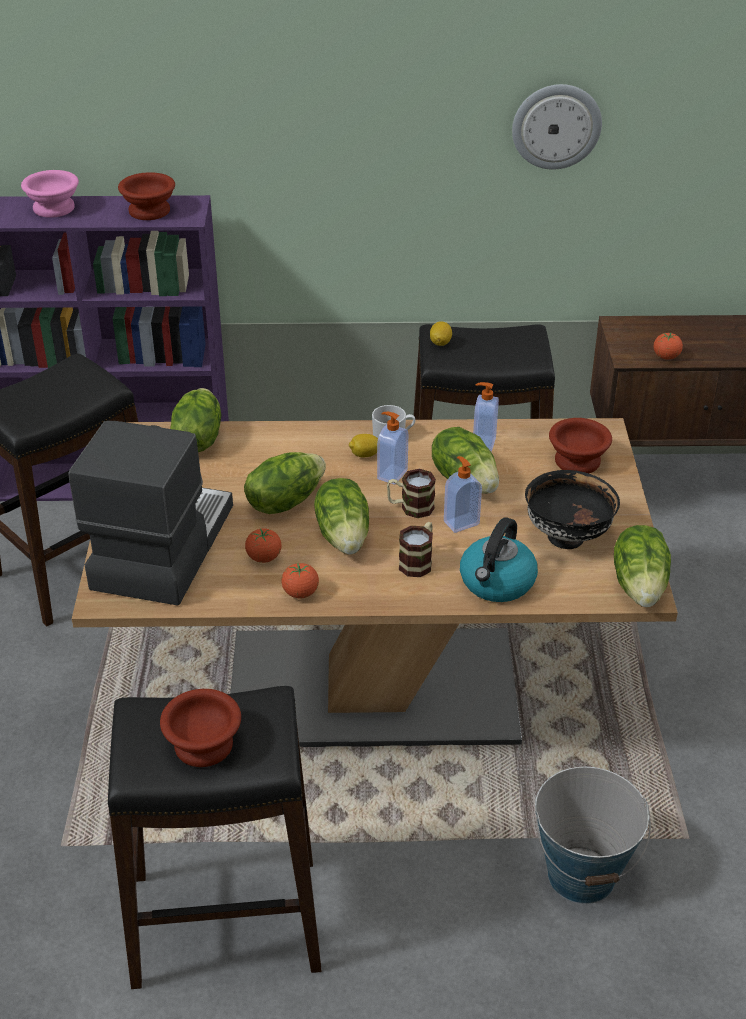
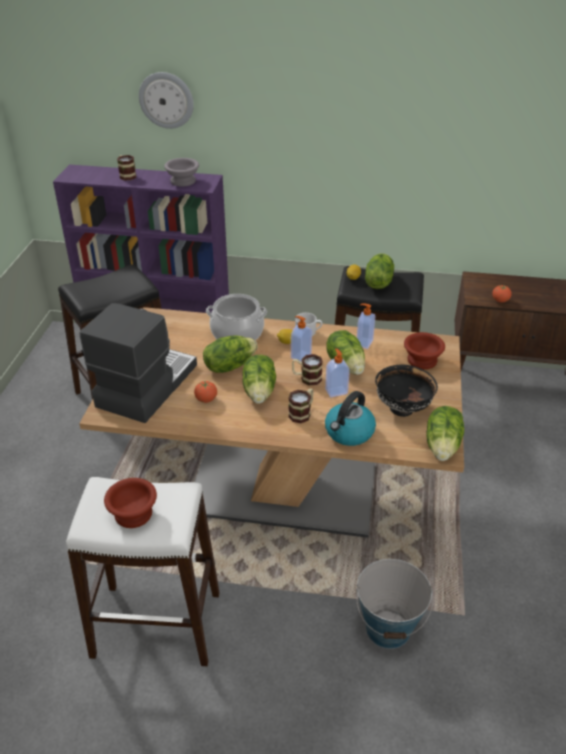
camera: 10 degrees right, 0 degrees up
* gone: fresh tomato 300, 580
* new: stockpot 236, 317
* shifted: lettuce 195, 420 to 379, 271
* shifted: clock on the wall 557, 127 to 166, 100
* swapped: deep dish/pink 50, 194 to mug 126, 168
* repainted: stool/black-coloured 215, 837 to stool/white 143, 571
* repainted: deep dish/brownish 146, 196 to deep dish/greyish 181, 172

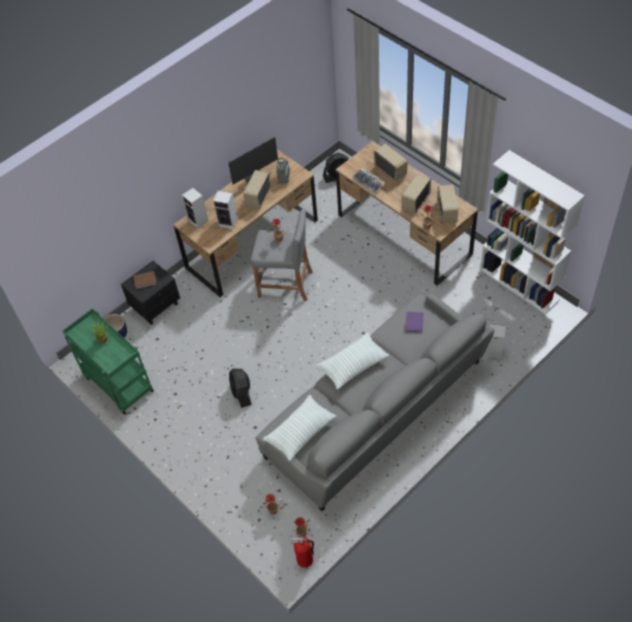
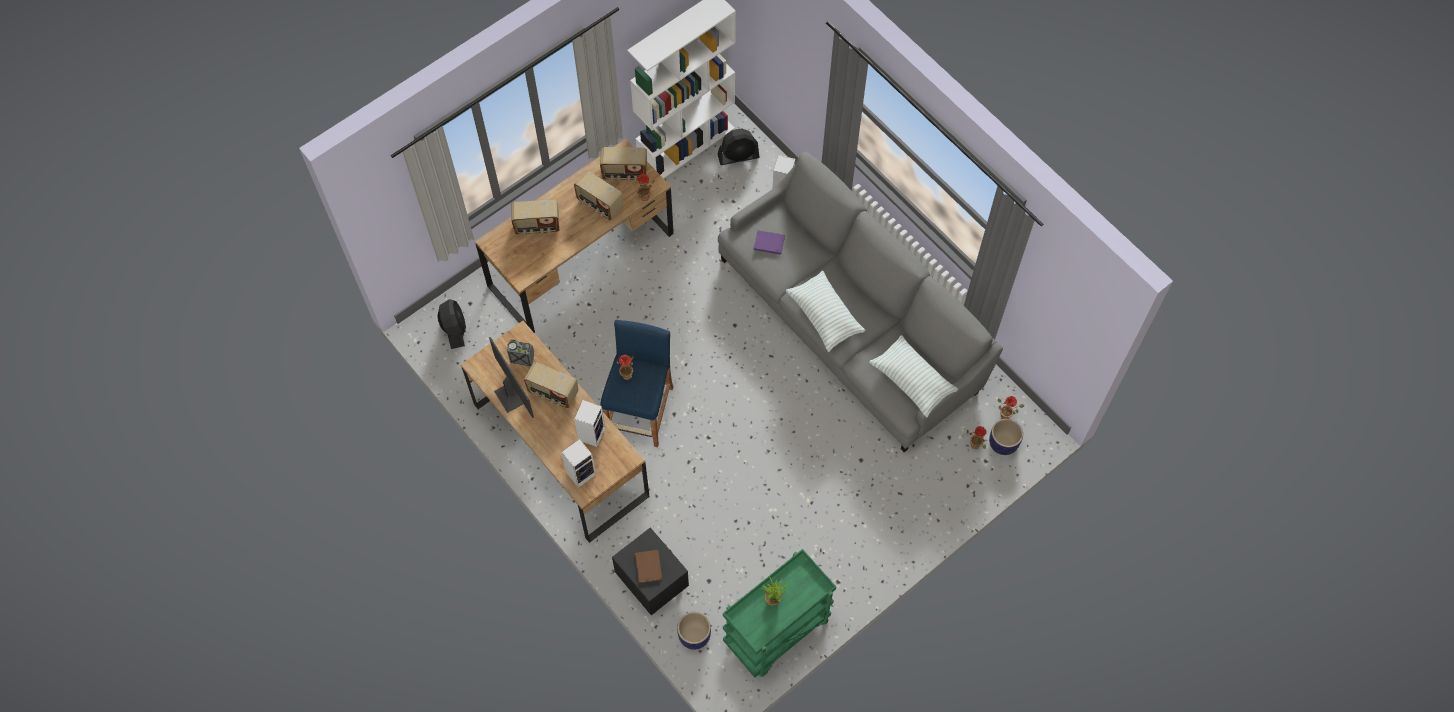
camera: 90 degrees left, 10 degrees up
* gone: fire extinguisher 302, 552
* gone: PC keyboard 369, 180
* new: planter 1006, 437
* shifted: cooling fan/black-coloured 240, 388 to 738, 146
* repainted: stool/greyish 281, 255 to stool/blue-coloured 637, 383
* rotated: radio 391, 162 = 535, 217 150 degrees counterclockwise

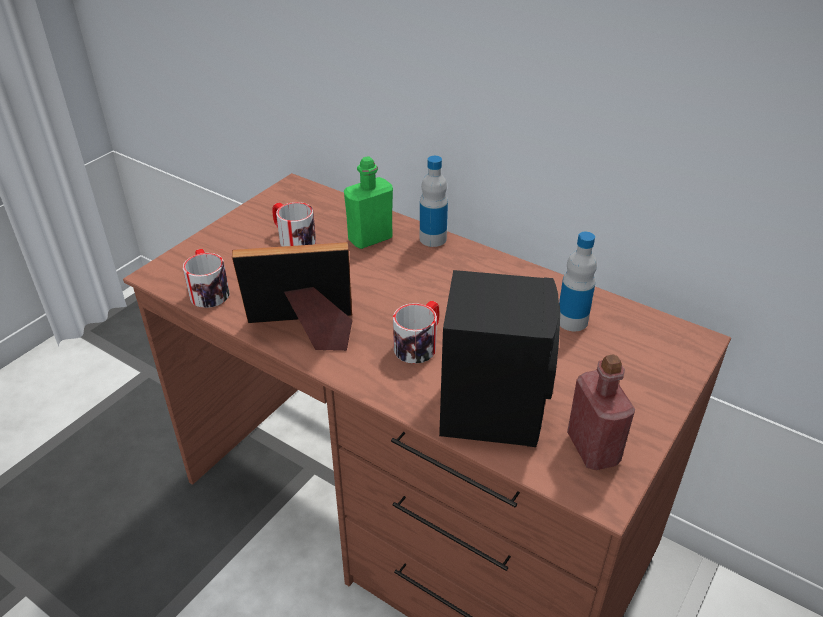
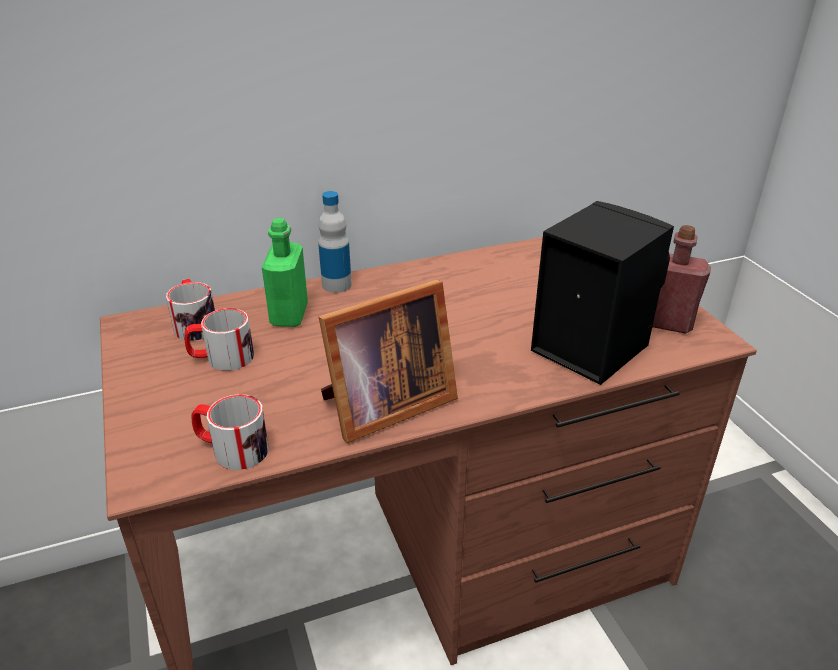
camera: 55 degrees left, 5 degrees down
* gone: beverage bottle 578, 281
* shifted: mug 416, 332 to 190, 310
* rotated: picture frame 292, 296 = 388, 361 150 degrees counterclockwise

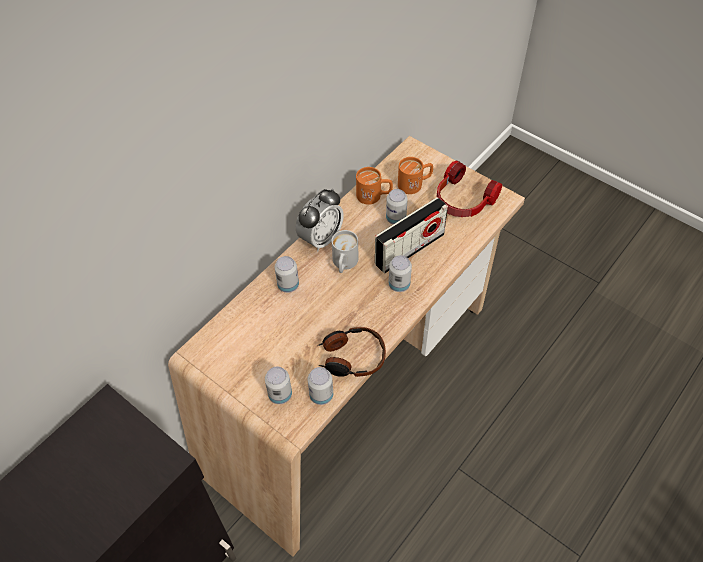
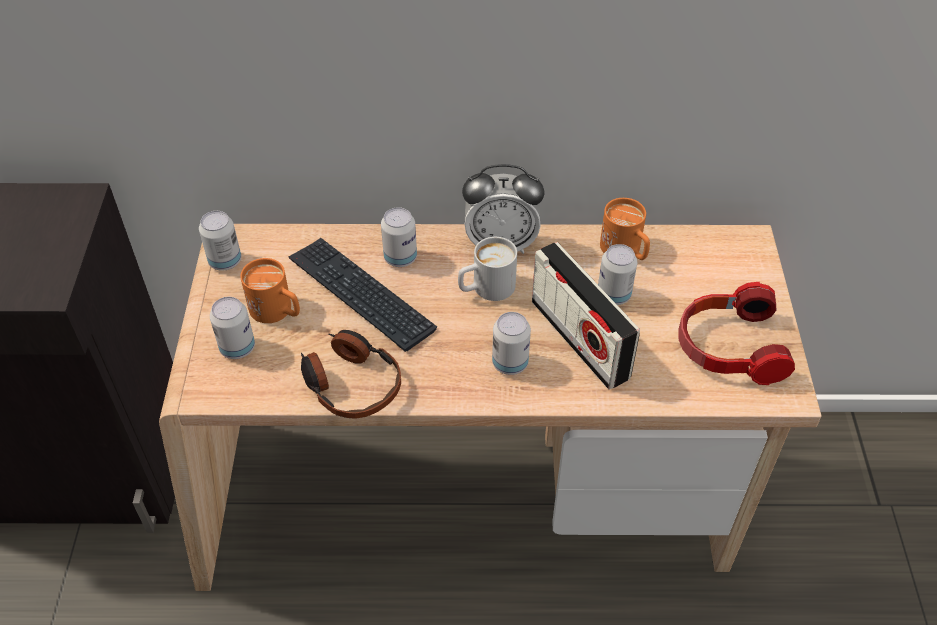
camera: 50 degrees right, 5 degrees down
* new: PC keyboard 363, 295
* shifted: sealed can 320, 386 to 220, 241
* shifted: mug/orangey 415, 175 to 270, 290
* rotated: radio 411, 235 = 586, 316 45 degrees clockwise

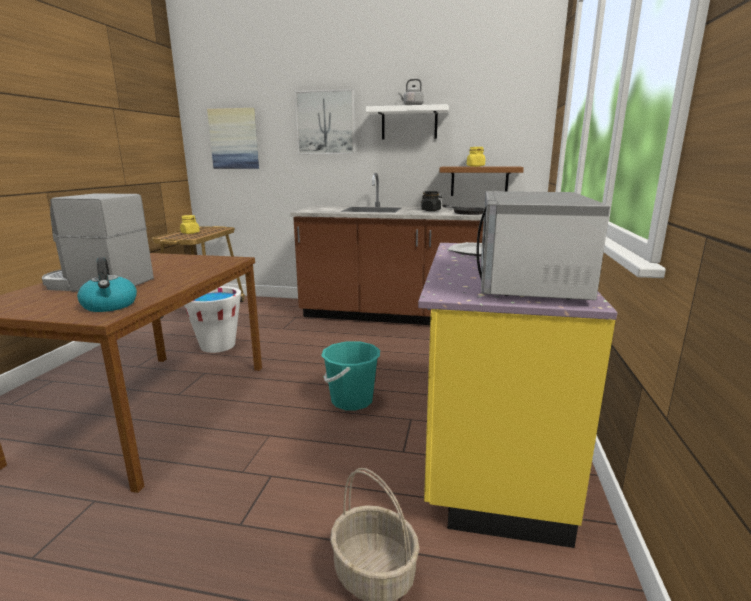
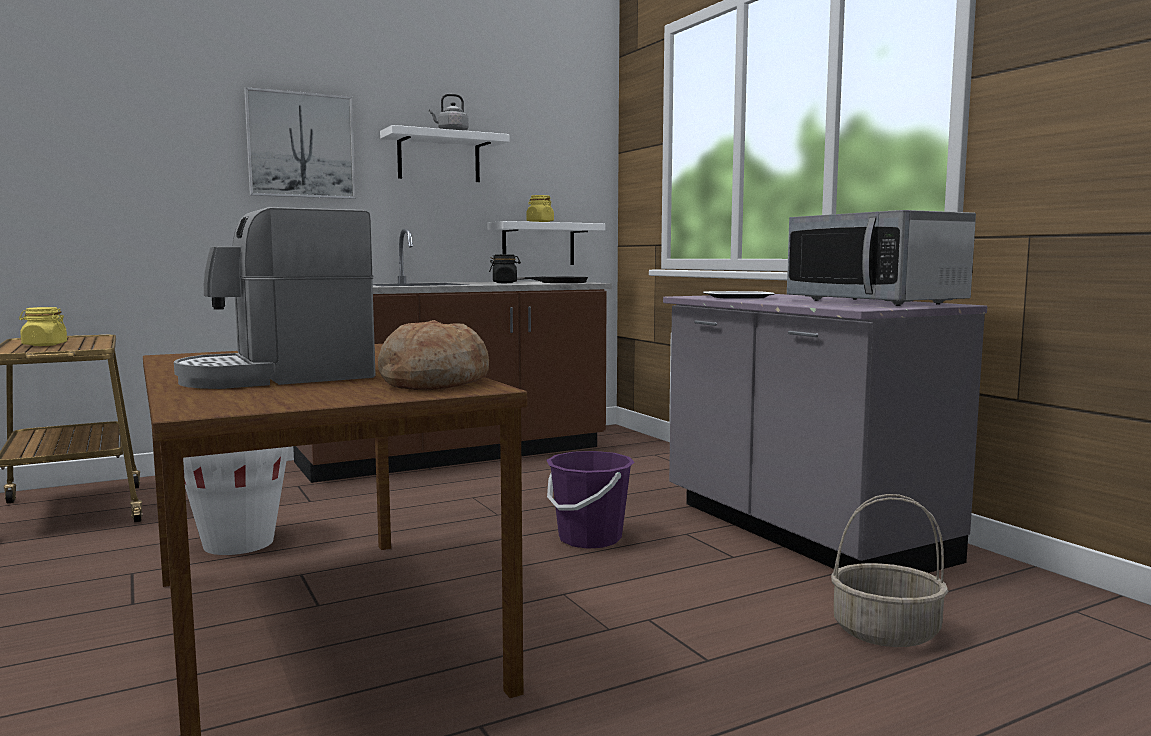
camera: 40 degrees left, 10 degrees down
* gone: picture 233, 138
* swapped: tea kettle 107, 284 to bread 433, 355
* repainted: water bucket/turquoise-coloured 350, 375 to water bucket/purple 591, 500
* repainted: counter/yellow-coloured 517, 395 to counter/greyish 825, 433
* repainted: shelf/brownish 481, 181 to shelf/white 546, 243

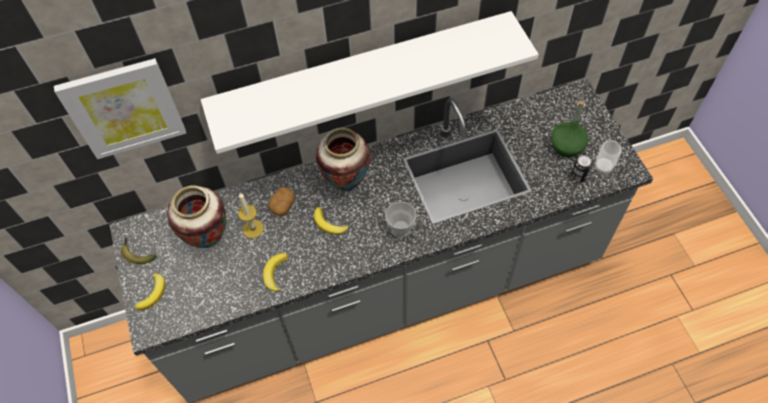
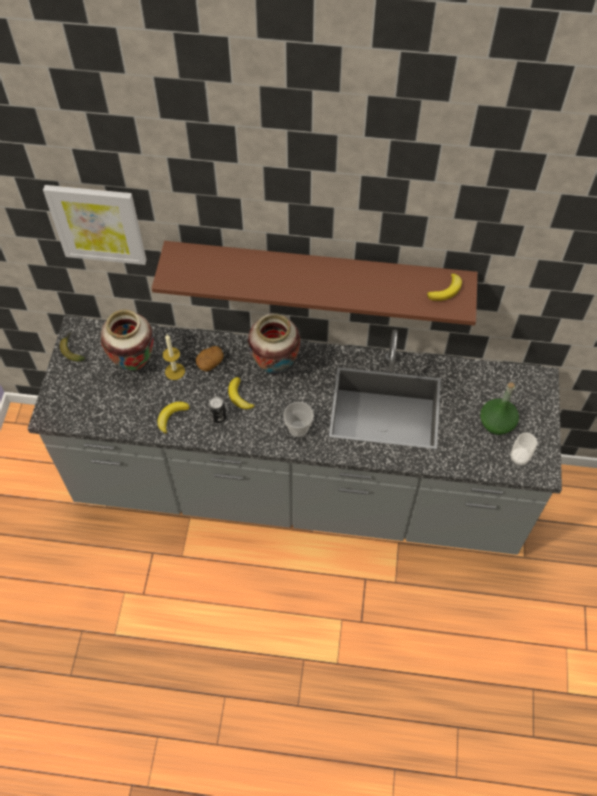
camera: 25 degrees right, 0 degrees up
* shifted: whole banana 150, 292 to 444, 287
* shifted: sealed can 581, 168 to 217, 409
* repainted: shelf/white 370, 82 to shelf/brownish 315, 283

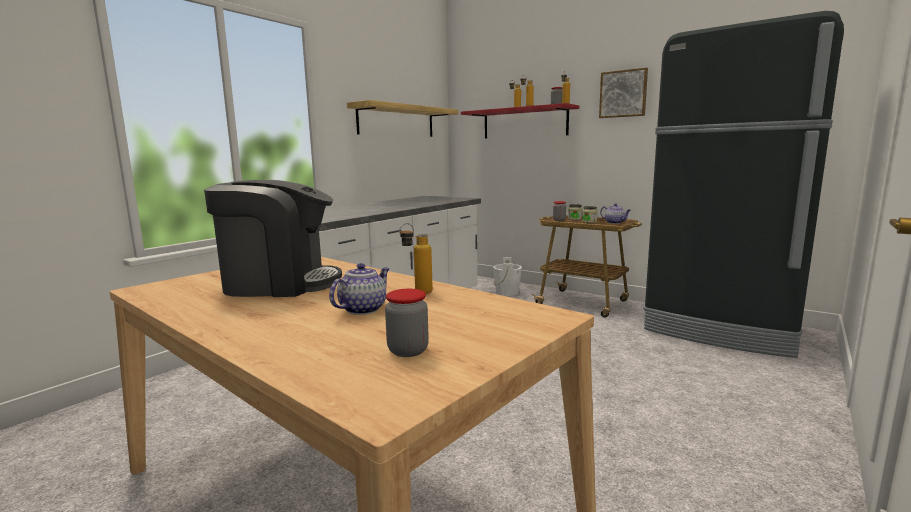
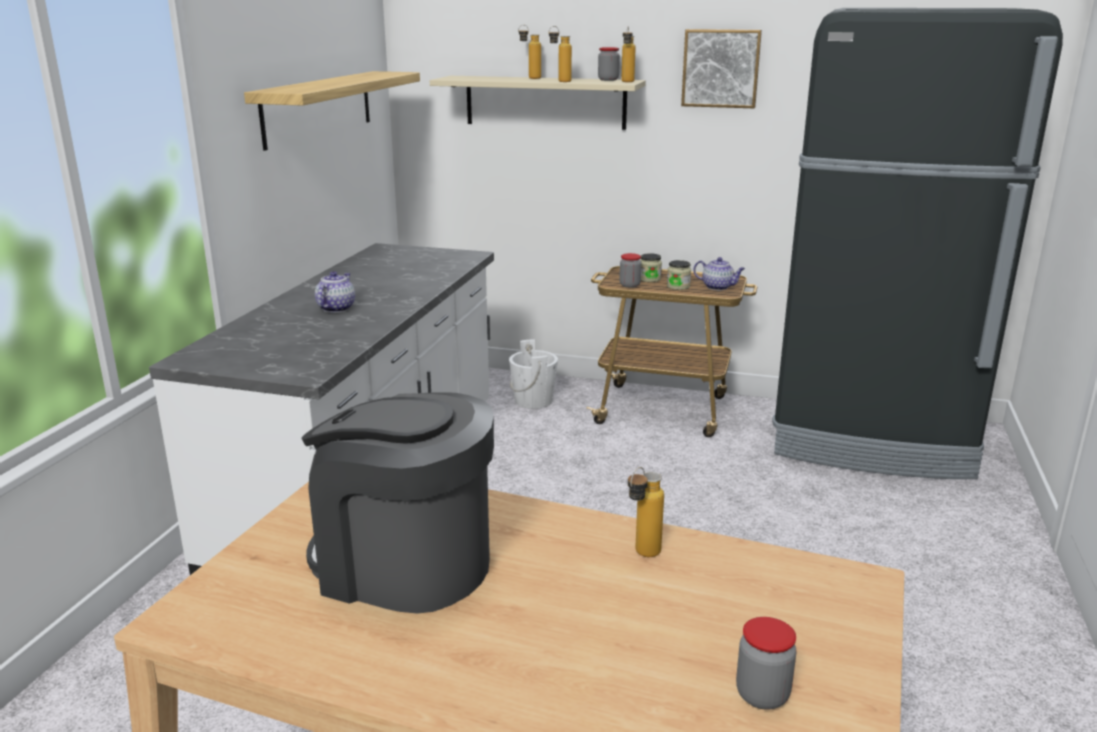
camera: 20 degrees left, 10 degrees up
* shifted: pot for tea 359, 289 to 335, 292
* repainted: shelf/red 520, 121 to shelf/beige-coloured 538, 103
* rotated: coffee machine 273, 238 = 397, 503 135 degrees counterclockwise

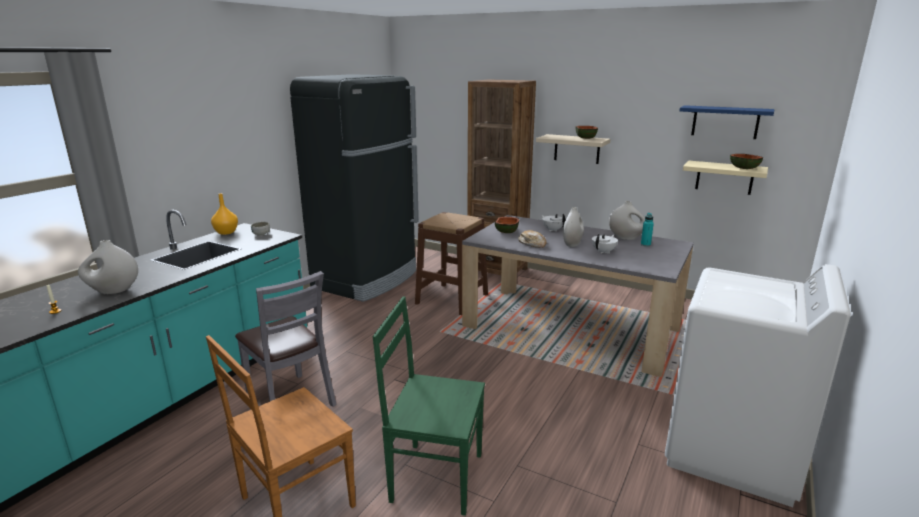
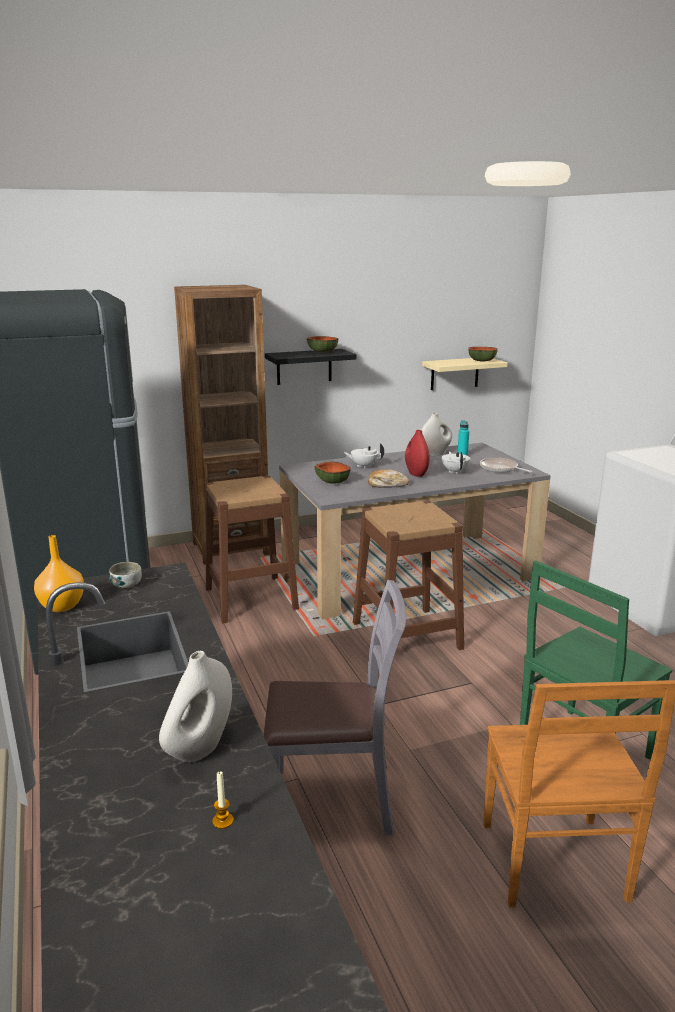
camera: 50 degrees left, 0 degrees up
* gone: shelf/blue-coloured 727, 122
* new: stool/brownish 408, 575
* new: frying pan 506, 465
* repainted: shelf/beige-coloured 573, 149 to shelf/black-coloured 310, 367
* repainted: vase/white 573, 227 to vase/red 417, 453

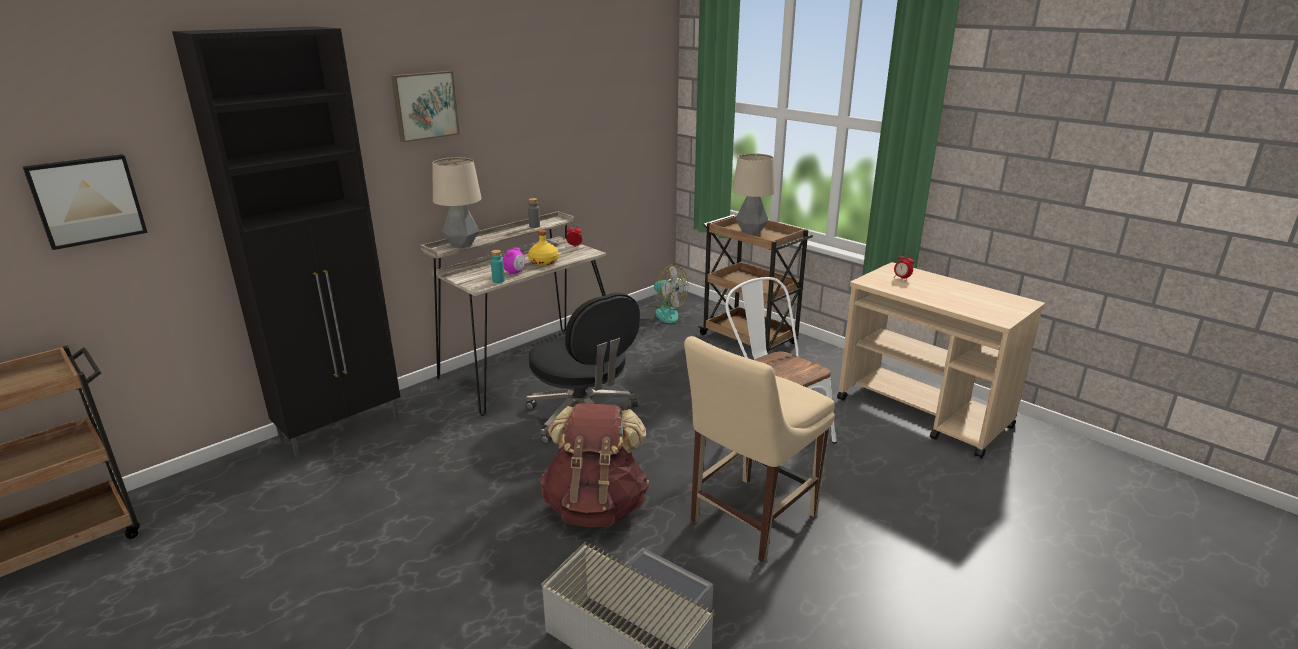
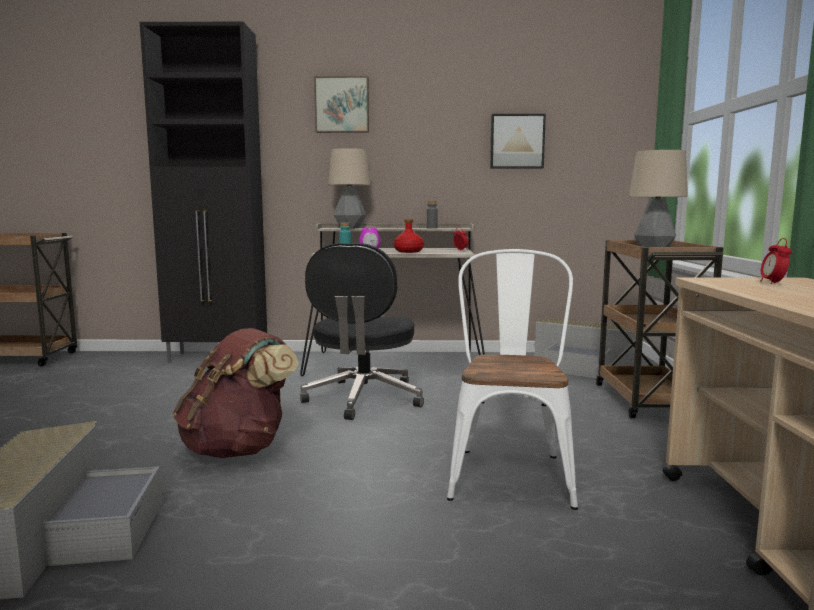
camera: 45 degrees right, 15 degrees down
* gone: upright chair/beige-coloured 759, 449
* shifted: picture 85, 202 to 518, 141
* swapped: cooling fan 664, 293 to storage box/greyish 585, 348
* repainted: beverage bottle/yellow-coloured 543, 247 to beverage bottle/red 409, 236

